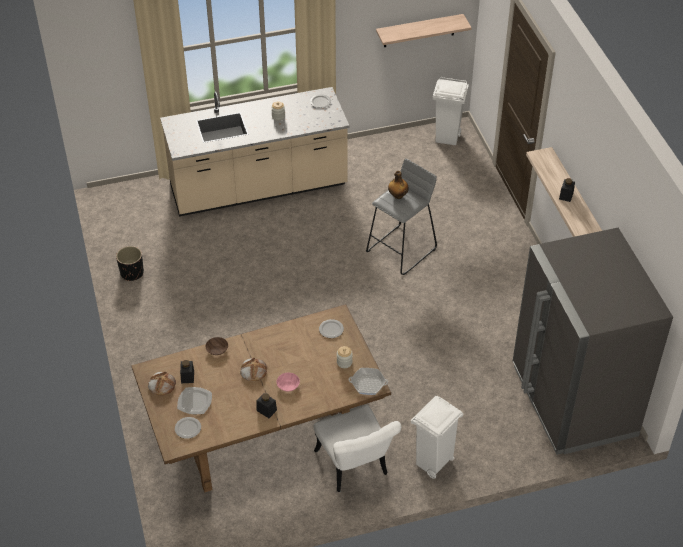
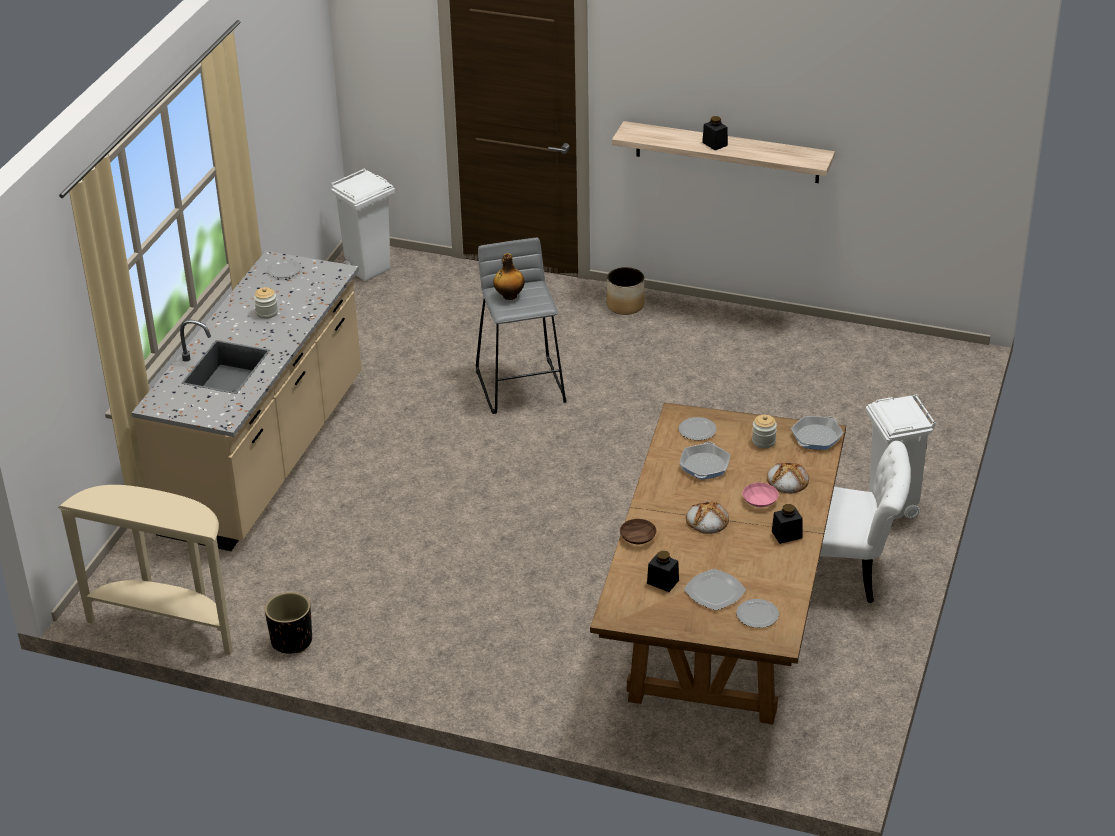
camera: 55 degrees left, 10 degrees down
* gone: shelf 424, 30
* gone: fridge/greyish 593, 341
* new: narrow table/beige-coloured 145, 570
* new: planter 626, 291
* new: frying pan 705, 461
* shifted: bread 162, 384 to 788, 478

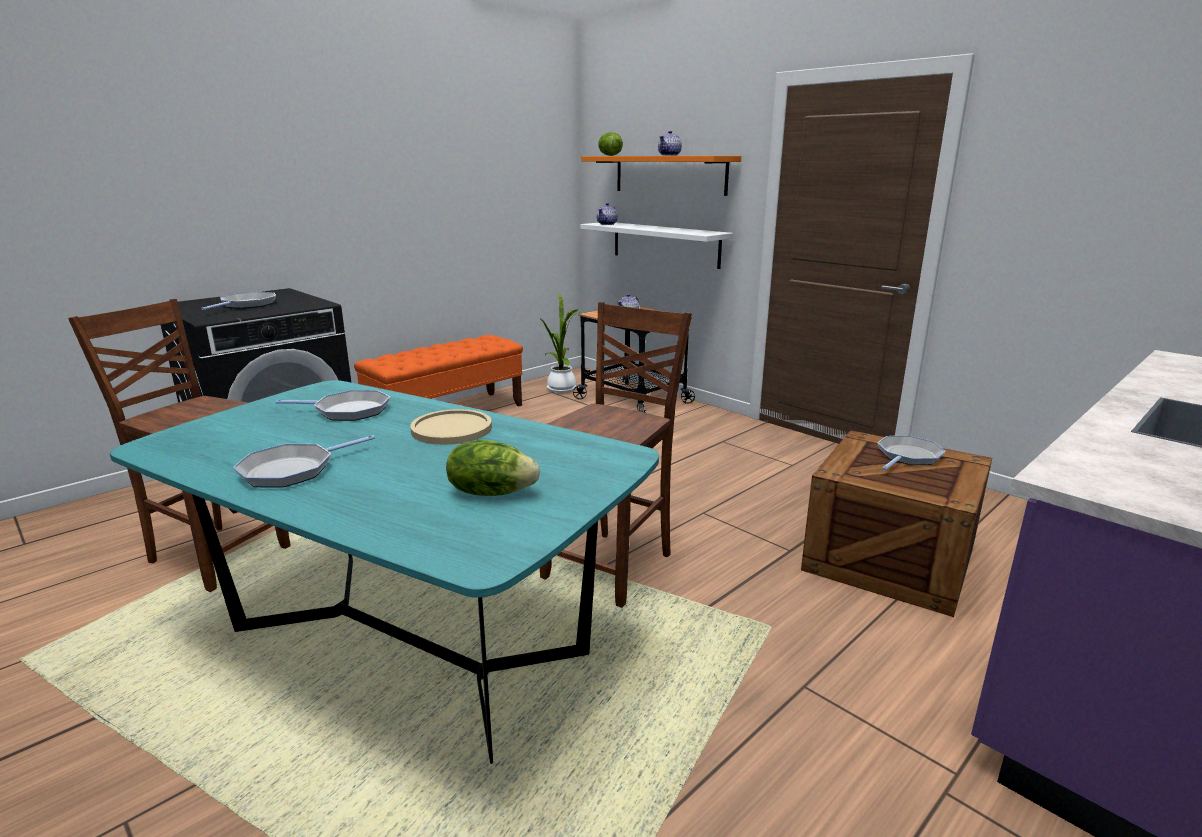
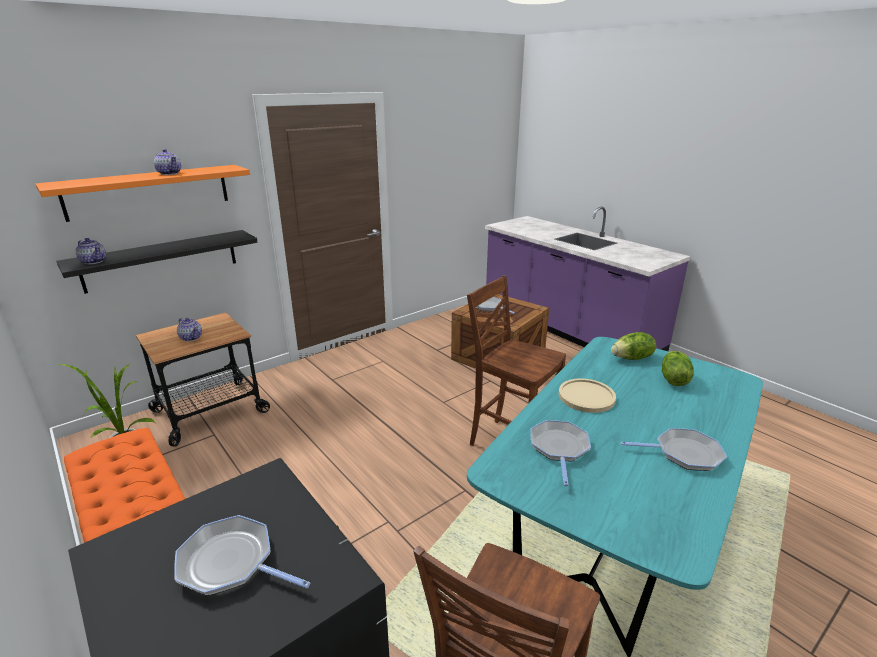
camera: 85 degrees left, 5 degrees up
* shifted: lettuce 610, 144 to 633, 346
* repainted: shelf/white 657, 246 to shelf/black-coloured 157, 262
* rotated: frying pan 304, 461 = 674, 449 45 degrees counterclockwise

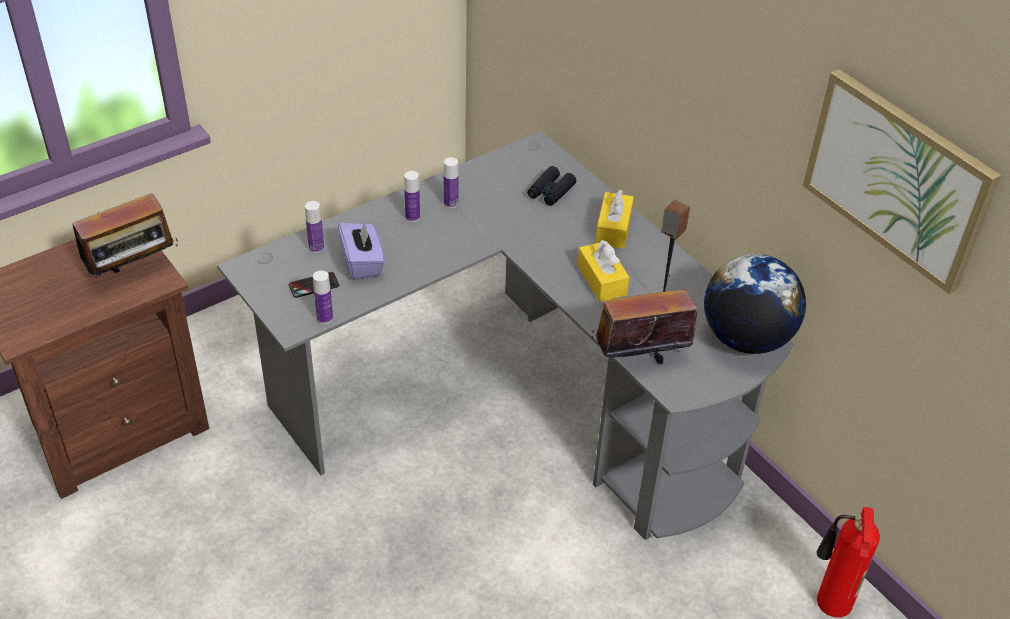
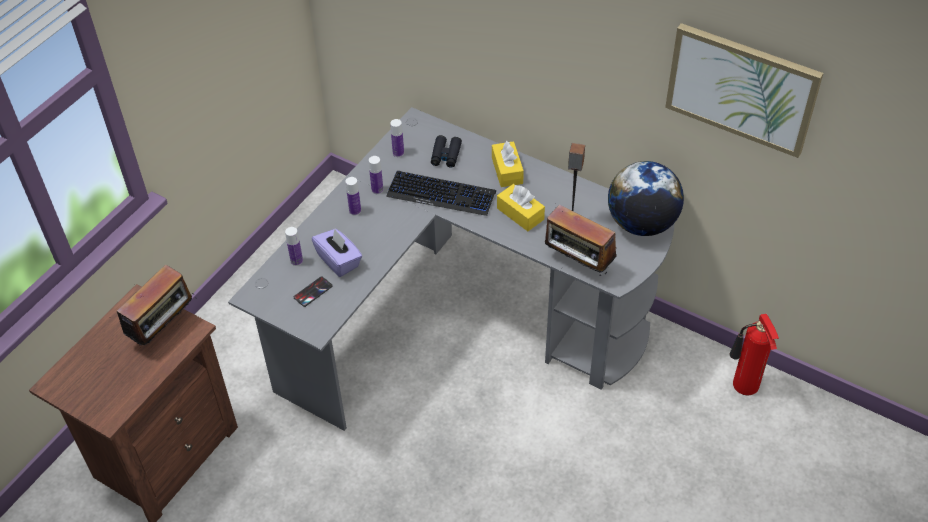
camera: 20 degrees left, 5 degrees up
* new: PC keyboard 441, 193
* shifted: beverage bottle 323, 297 to 397, 138
* rotated: radio 648, 319 = 581, 240 105 degrees counterclockwise

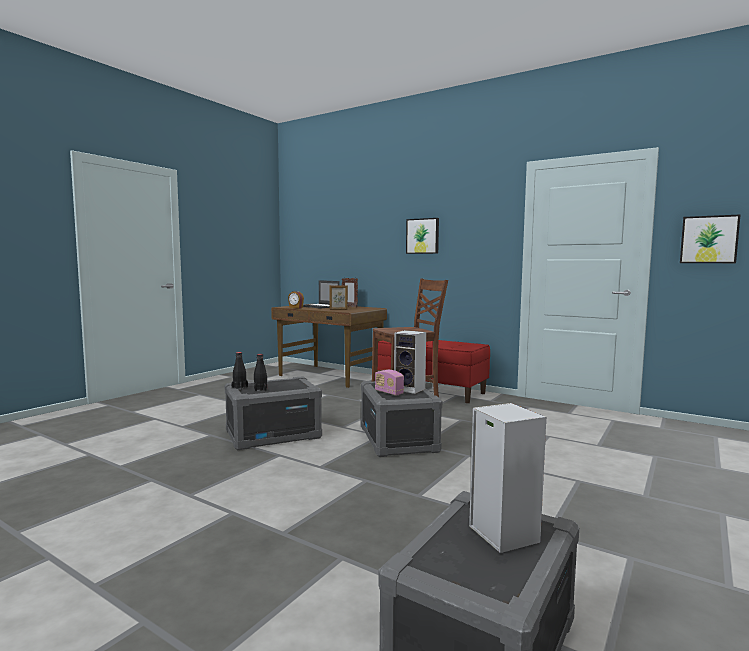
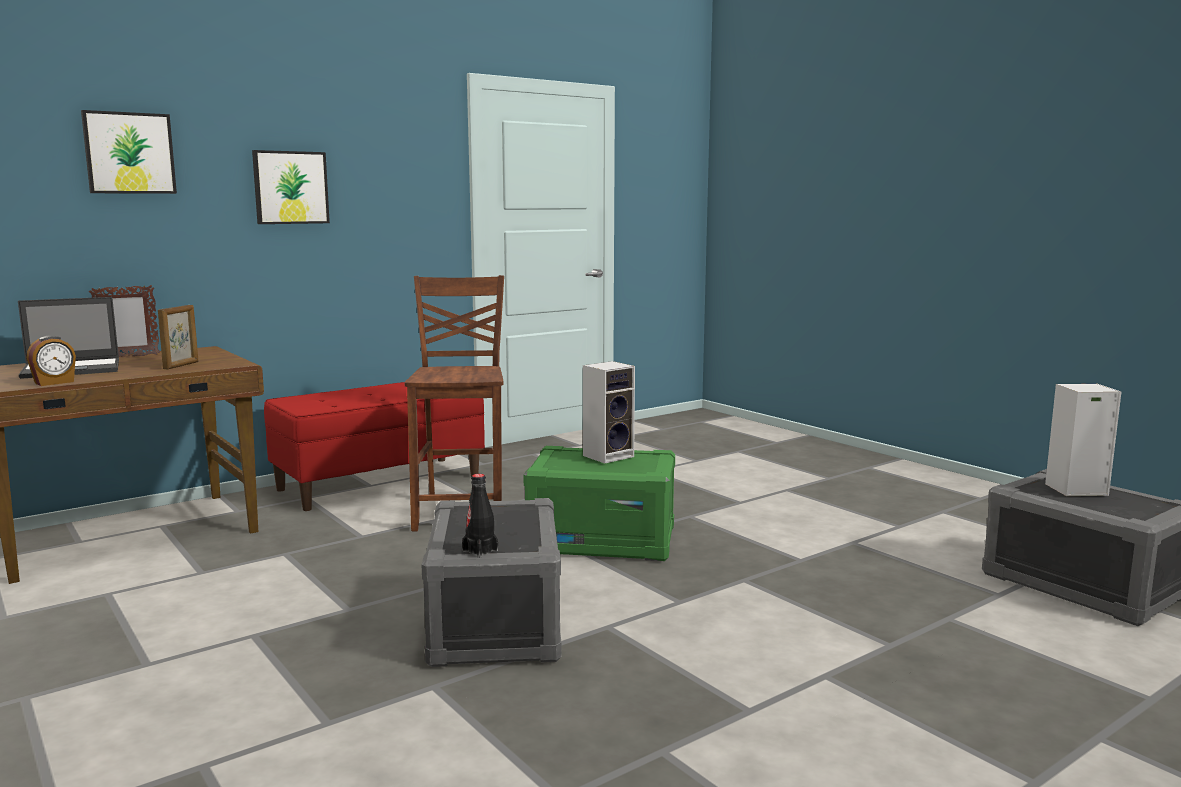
camera: 70 degrees left, 5 degrees up
* gone: beverage bottle/black-coloured 260, 373
* gone: radio 389, 382
* shifted: picture 710, 238 to 129, 152
* repainted: storage box/greyish 401, 419 to storage box/green-coloured 599, 503

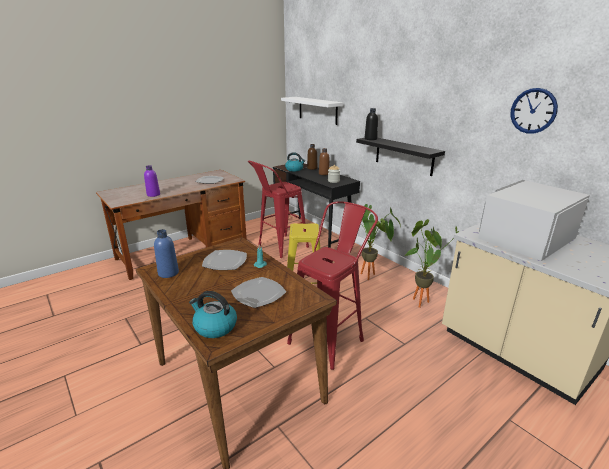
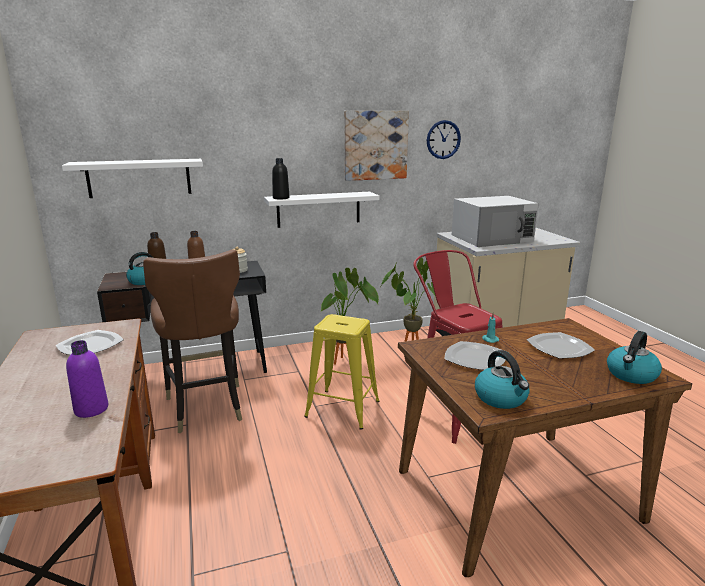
camera: 70 degrees left, 5 degrees down
* new: picture 376, 146
* swapped: beverage bottle/blue-coloured 166, 253 to tea kettle 502, 379
* swapped: stool/red 278, 209 to upright chair/brownish 192, 341
* repainted: shelf/black-coloured 400, 157 to shelf/white 322, 210
* rotated: microwave/white 534, 220 = 495, 221 90 degrees counterclockwise

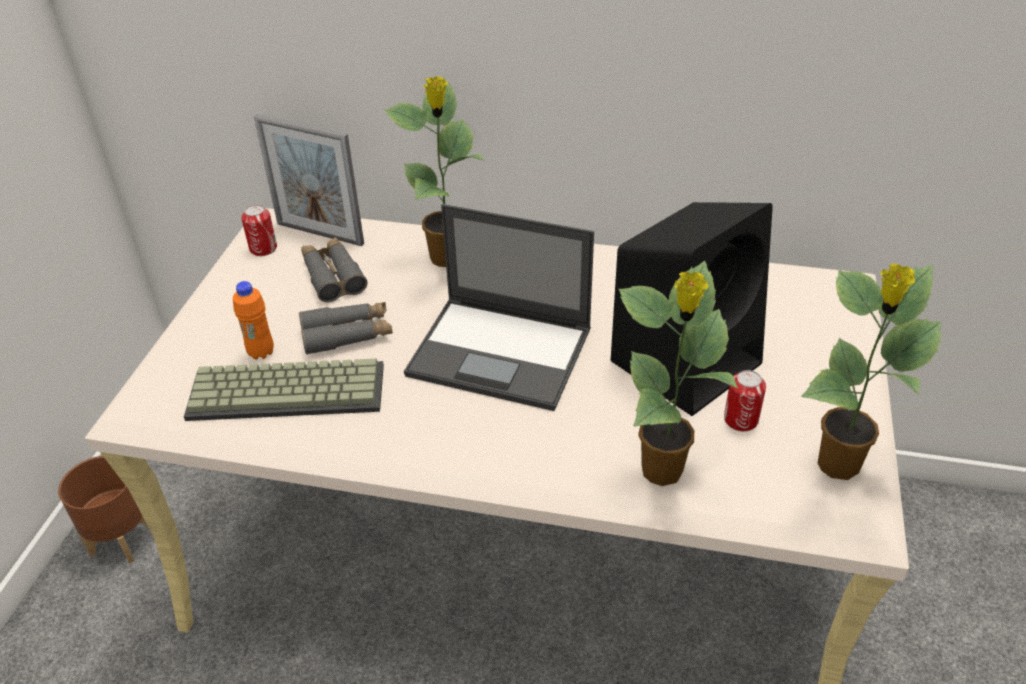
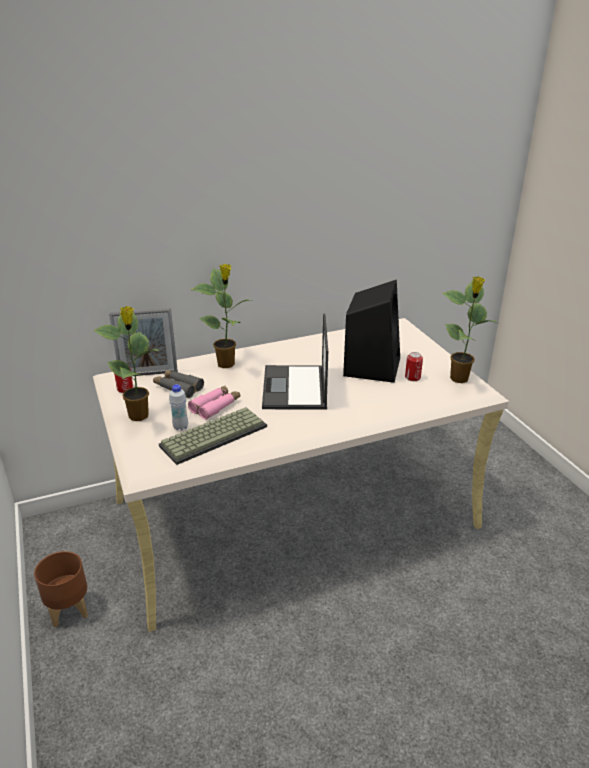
camera: 35 degrees left, 10 degrees down
* shifted: potted plant 679, 373 to 126, 363
* repainted: beverage bottle/orangey 253, 320 to beverage bottle/white 178, 407
* repainted: field glasses/greyish 346, 328 to field glasses/pink 214, 403
* rotated: laptop 499, 307 = 295, 361 105 degrees clockwise

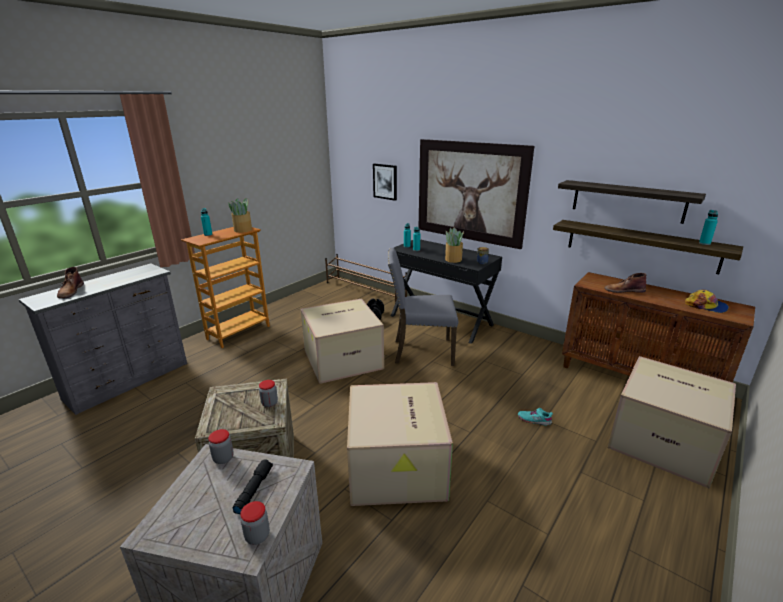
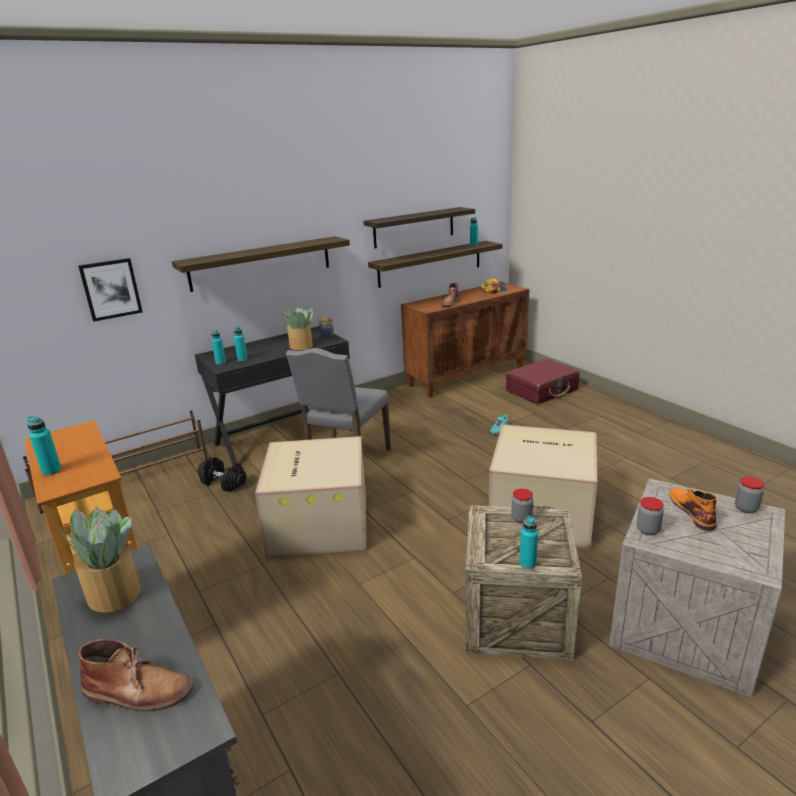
camera: 70 degrees left, 0 degrees up
* new: beverage bottle/turquoise-coloured 528, 542
* shifted: potted plant 240, 215 to 99, 560
* swapped: hand torch/black-coloured 253, 486 to high-top boot/orangey 693, 509
* swapped: picture 476, 194 to shelf 261, 264
* swapped: packing box 672, 422 to piece of luggage/red 543, 381

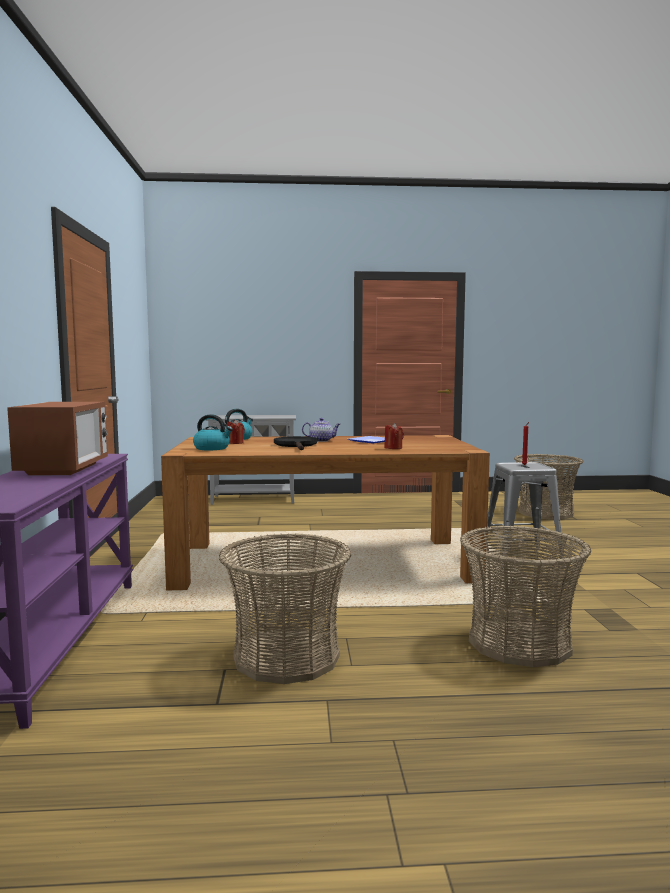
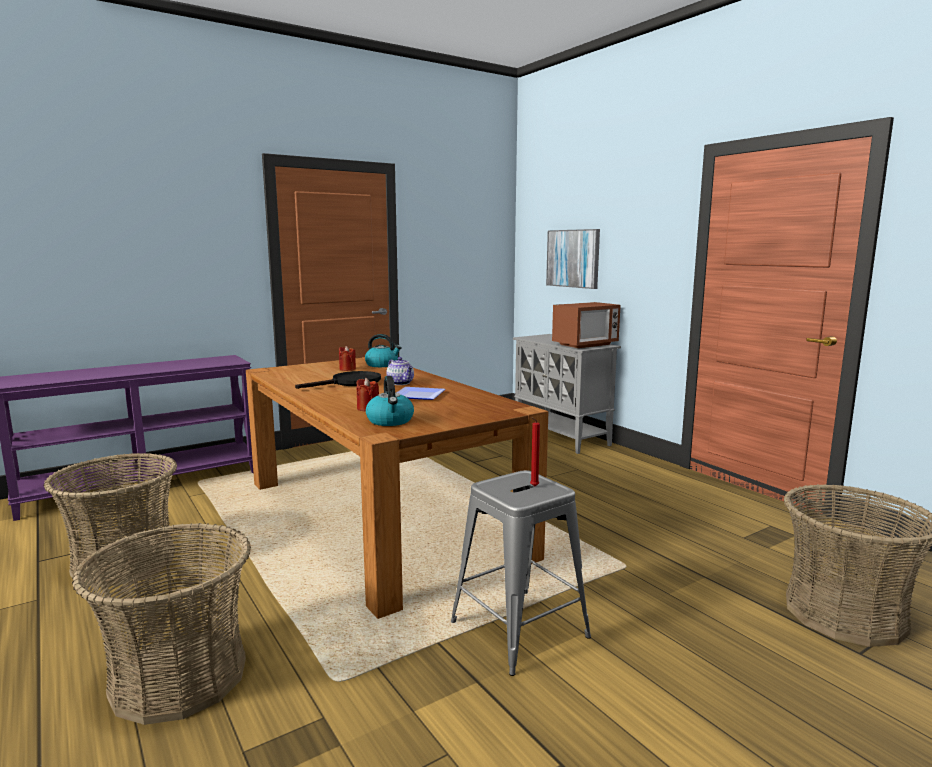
camera: 60 degrees right, 5 degrees up
* new: picture 573, 259
* shifted: microwave 57, 439 to 586, 325
* shifted: tea kettle 213, 432 to 390, 401

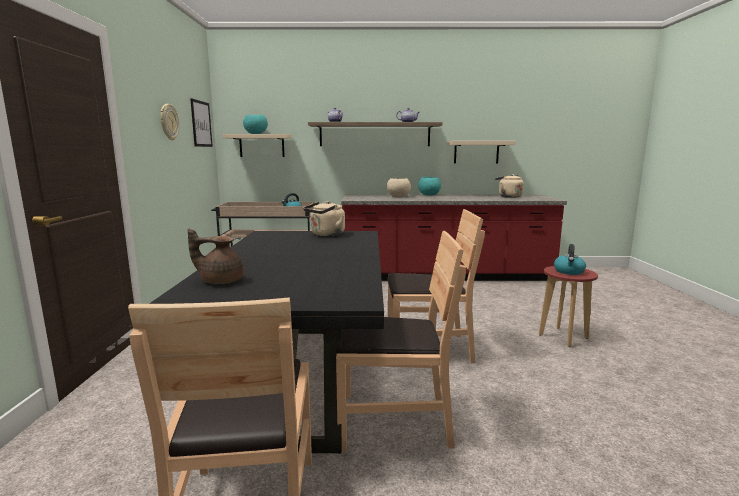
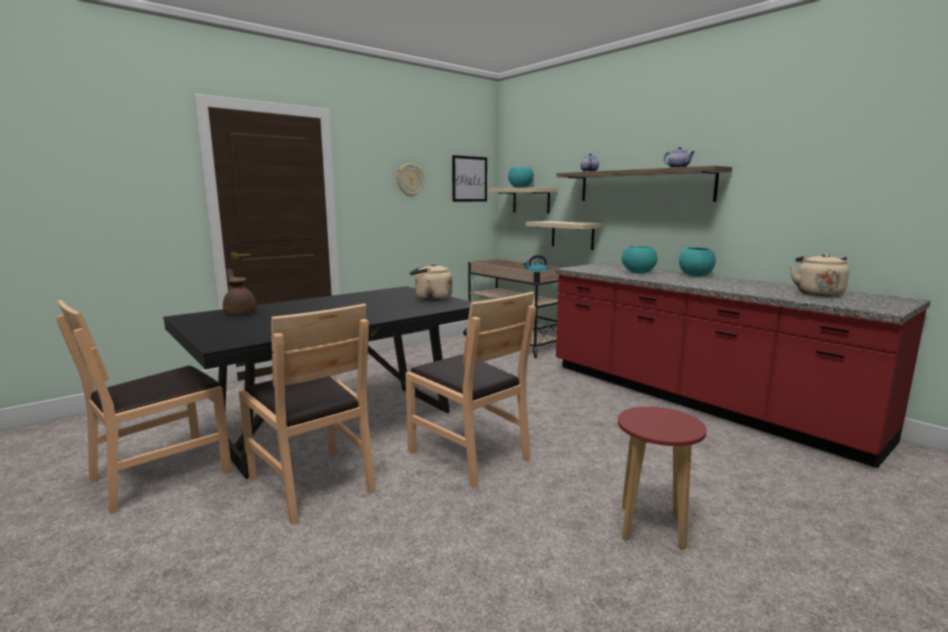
camera: 50 degrees right, 0 degrees up
* gone: tea kettle 570, 259
* shifted: shelf/beige-coloured 481, 152 to 564, 235
* repainted: deep dish/beige-coloured 399, 188 to deep dish/turquoise-coloured 640, 259

